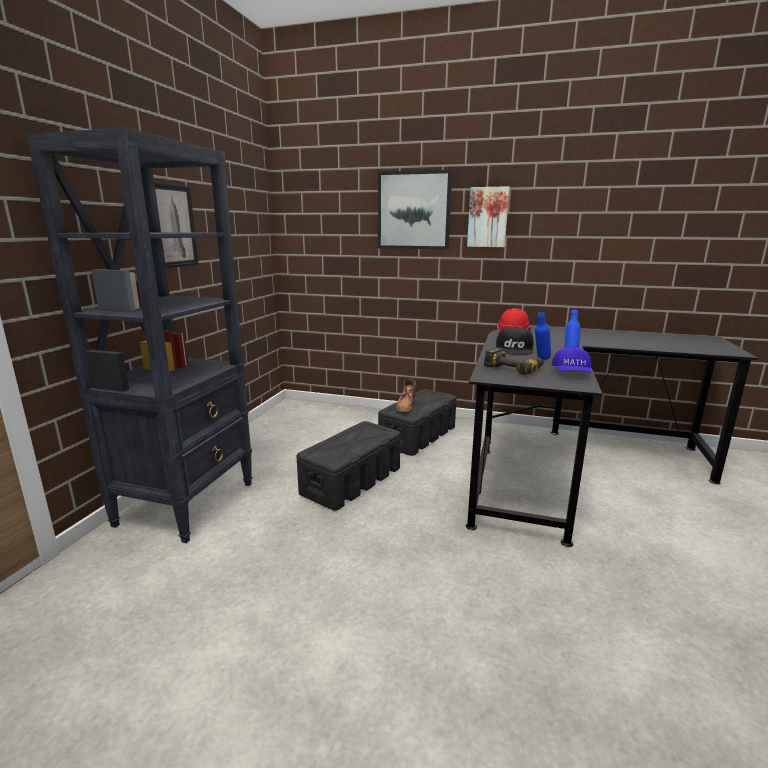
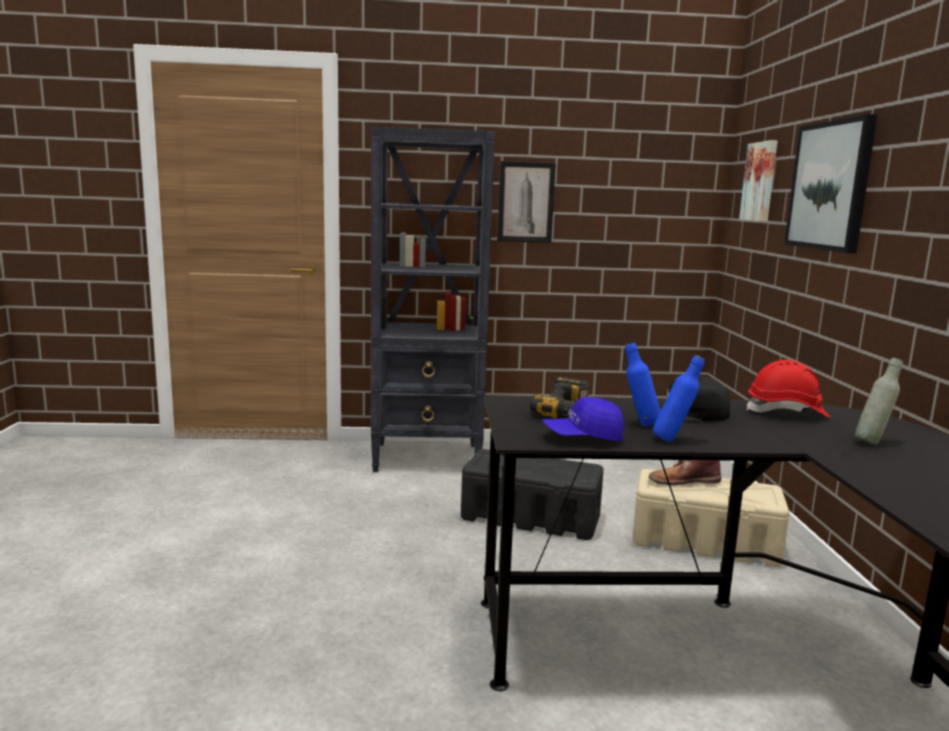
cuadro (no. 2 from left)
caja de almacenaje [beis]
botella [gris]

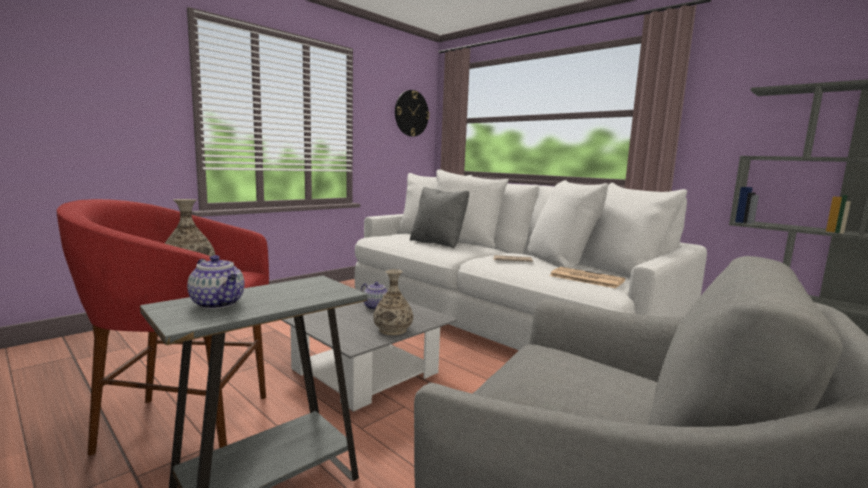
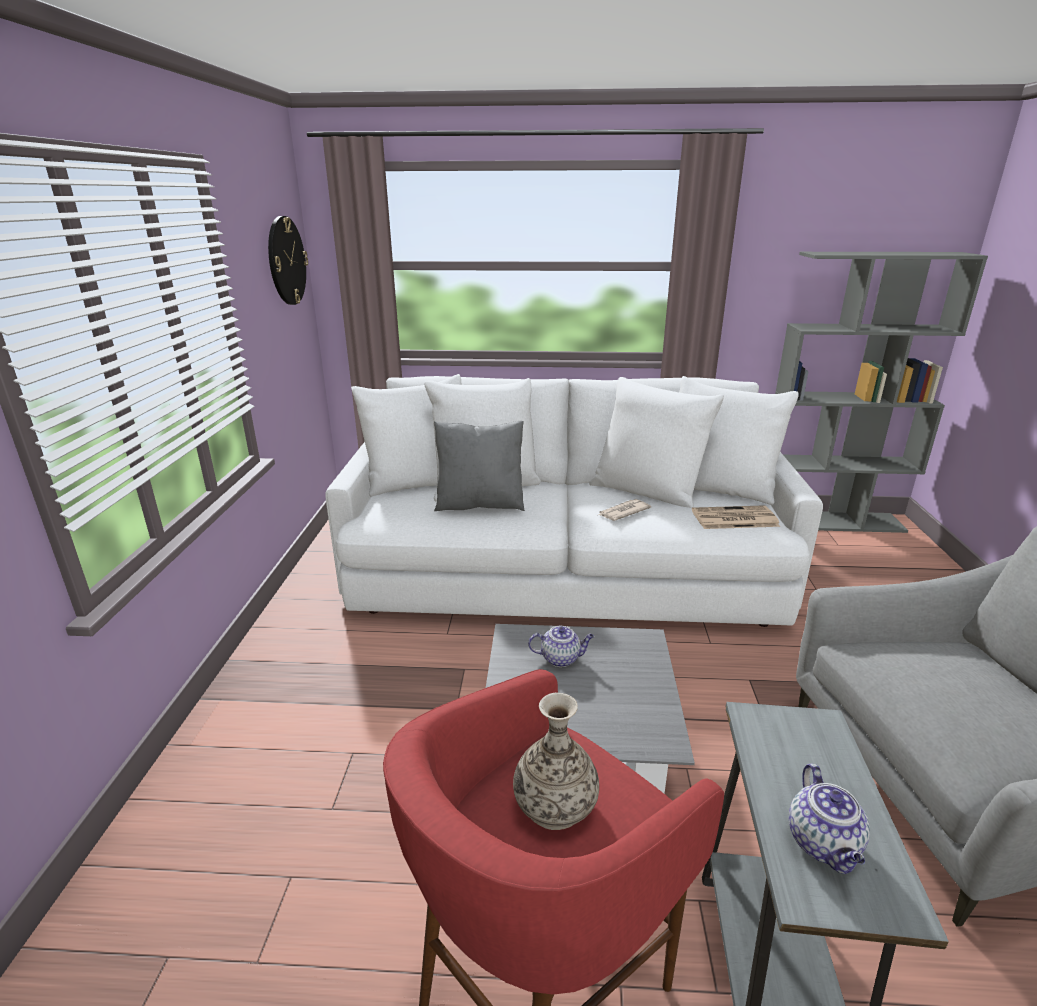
tetera (no. 2 from left)
florero (no. 2 from left in the first image)

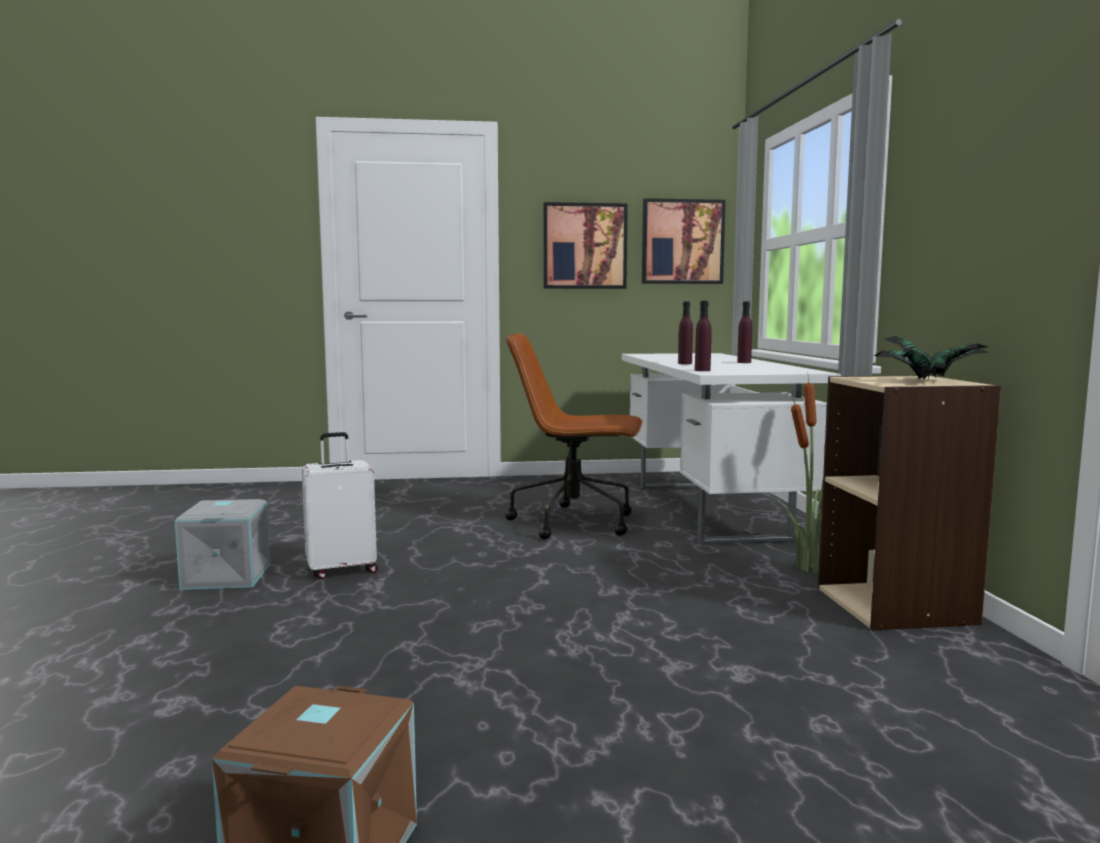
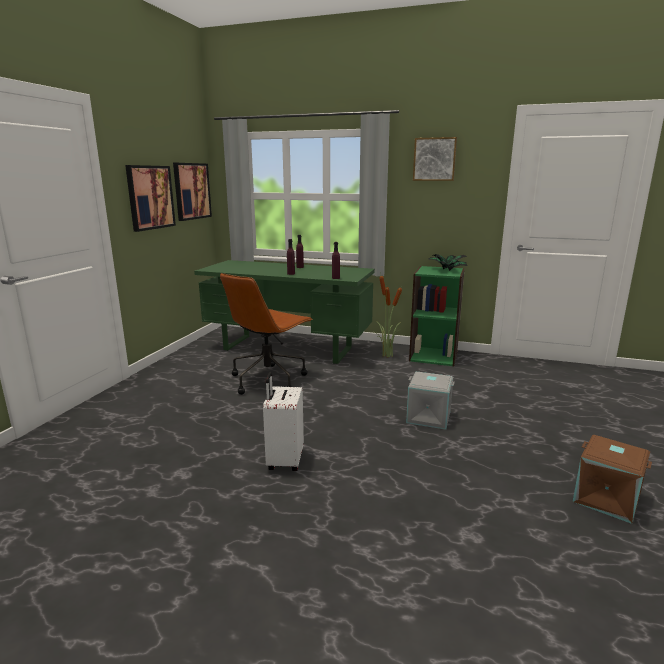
escritorio [verde]
estantería [verde]
caja de almacenaje [gris]
cuadro (no. 3 from left)

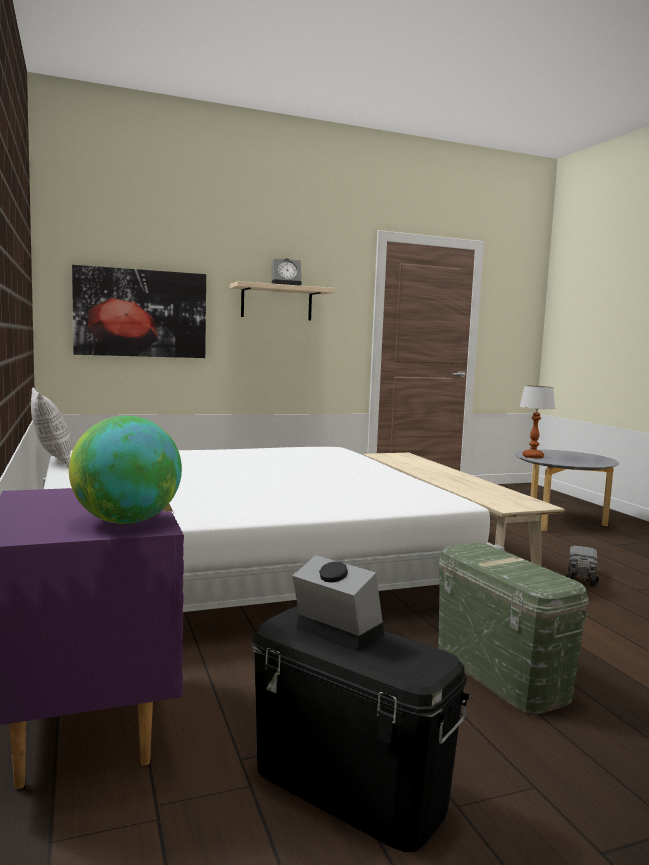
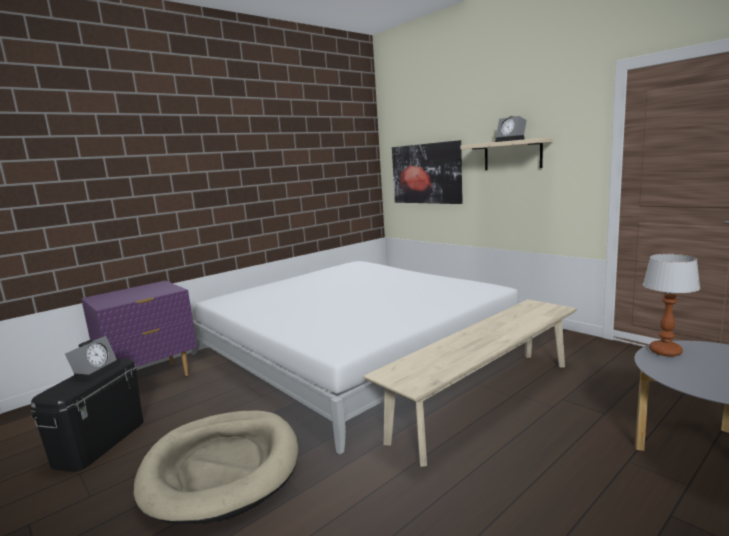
cojín
globo terráqueo
cama para perro [beis]
camión de juguete

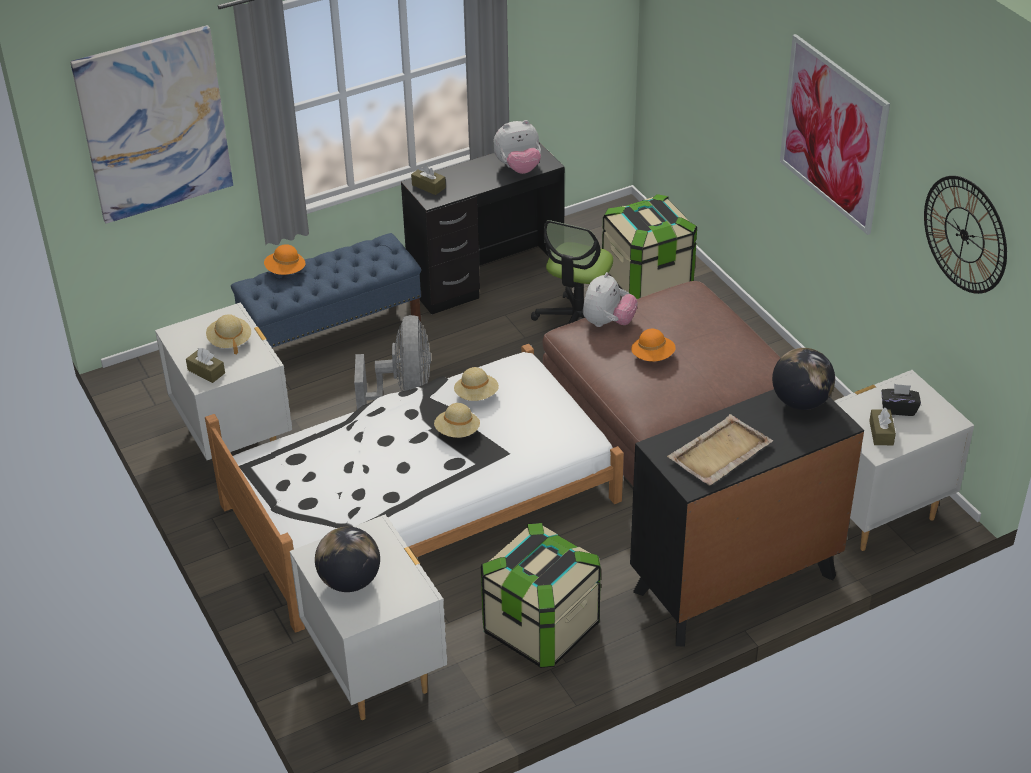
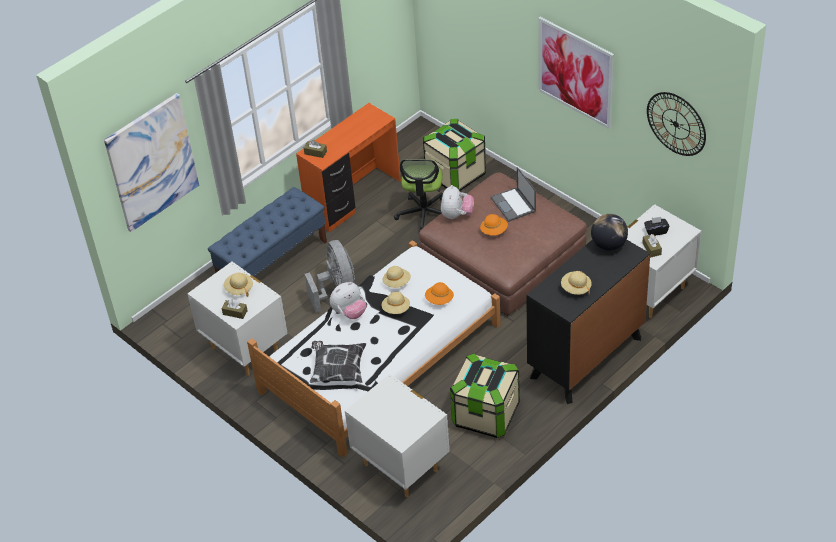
peluche (no. 1 from left)
escritorio [naranja]
sombrero [naranja] (no. 1 from left)
sombrero [beis] (no. 4 from left)
globo terráqueo (no. 1 from left in the first image)
portátil
cojín

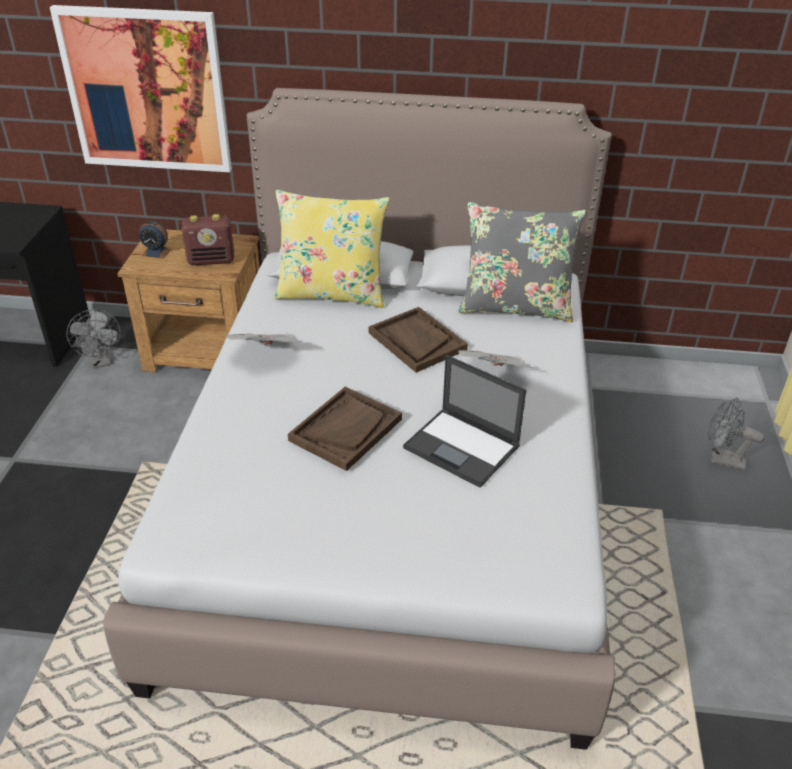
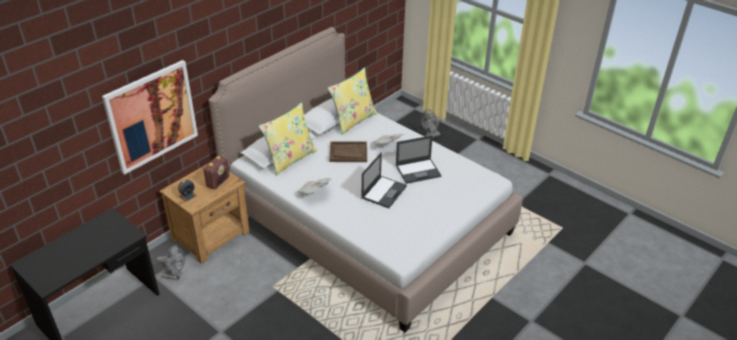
cojín [amarillo] (no. 2 from left)
portátil (no. 1 from left)

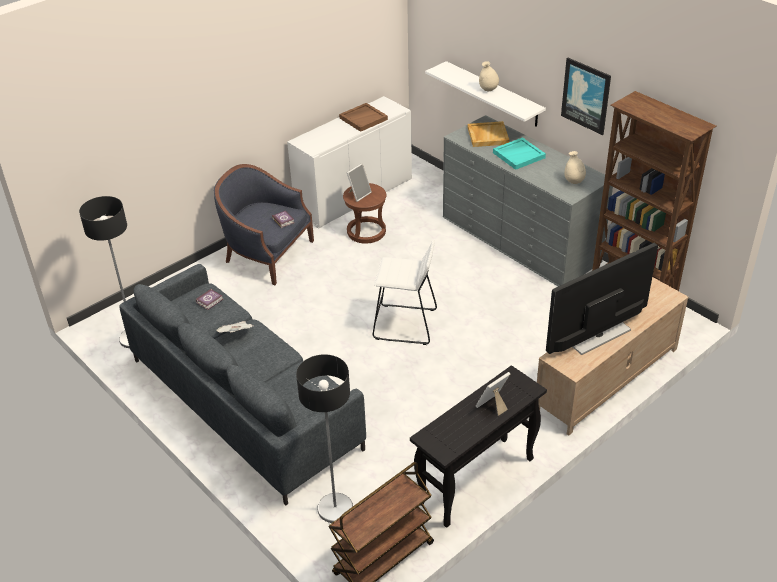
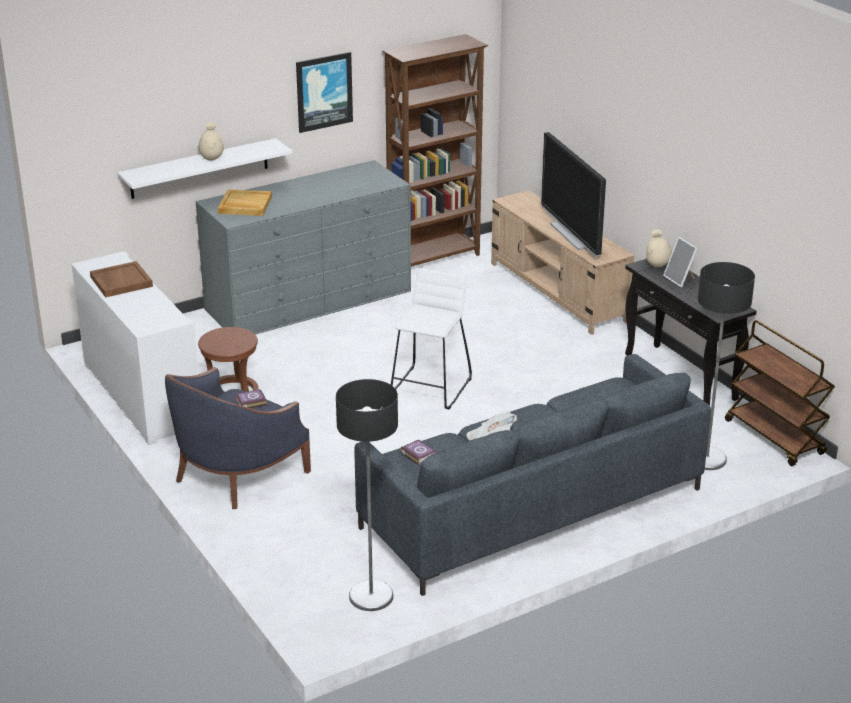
bandeja [turquesa]
florero [beis] (no. 2 from left)
portarretratos (no. 1 from left in the first image)

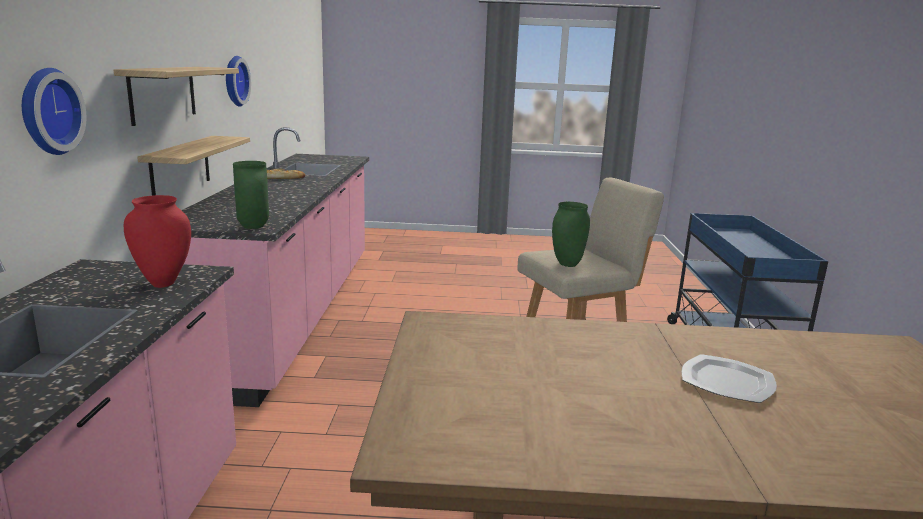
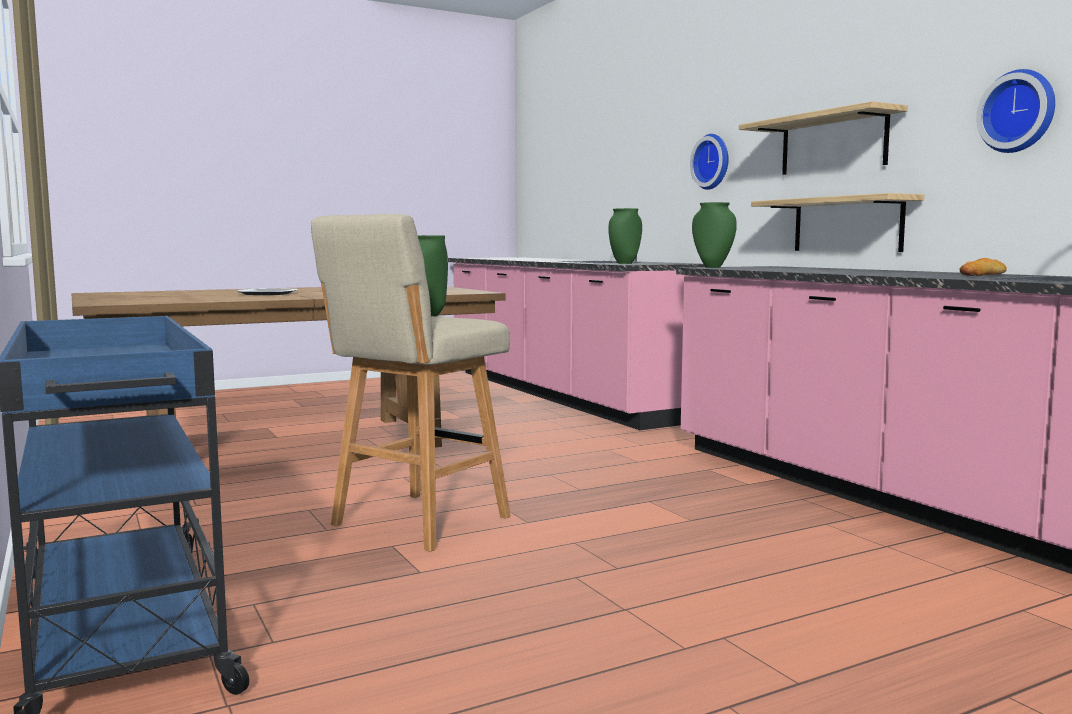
florero [verde] (no. 2 from left)

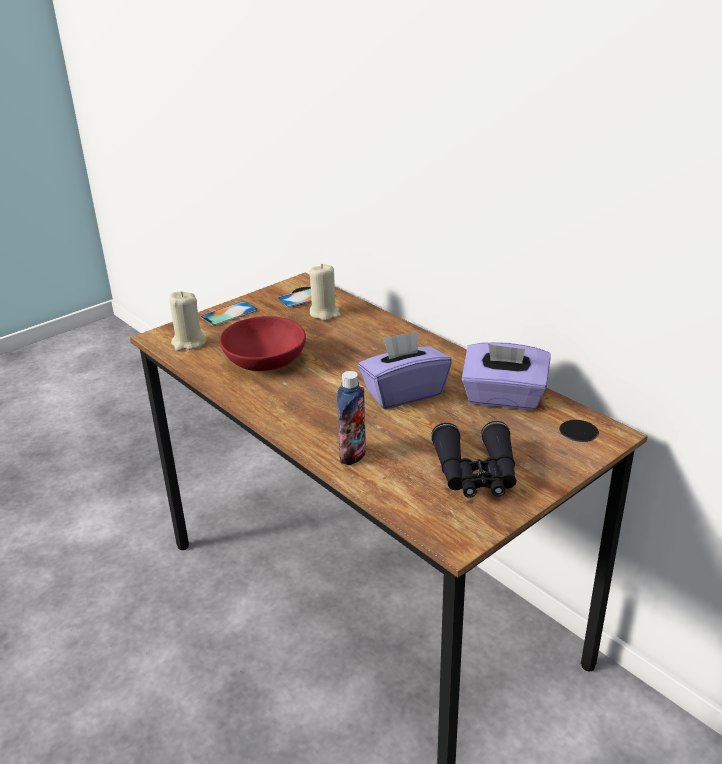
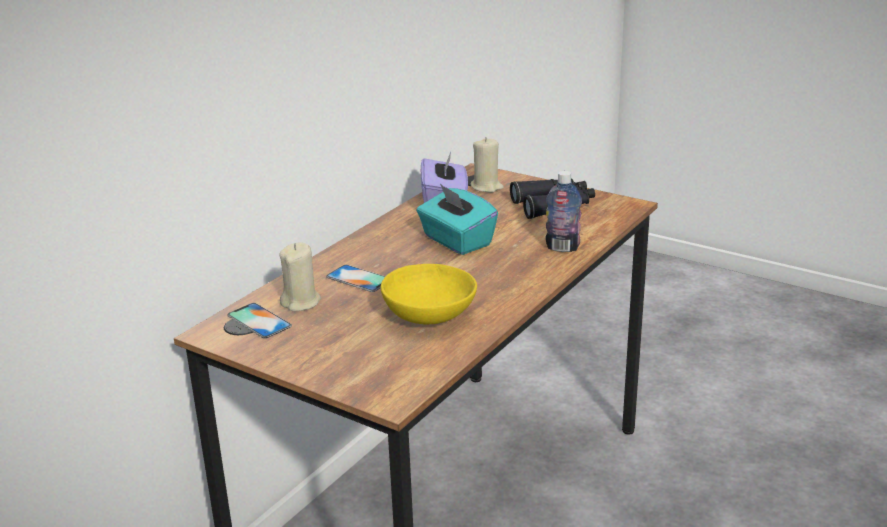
vela [beis] (no. 2 from left)
móvil (no. 2 from left)
cuenco [amarillo]
caja de pañuelos [turquesa]

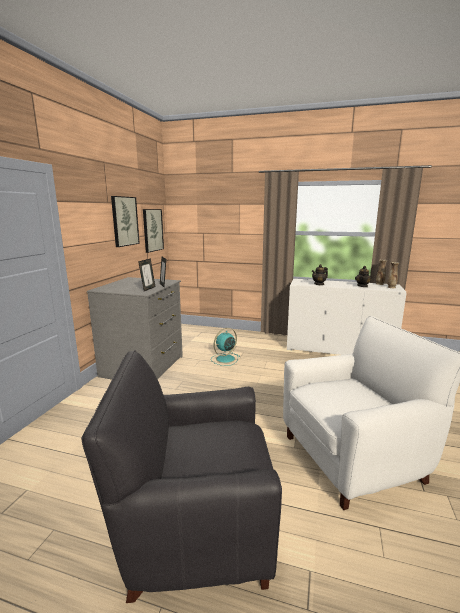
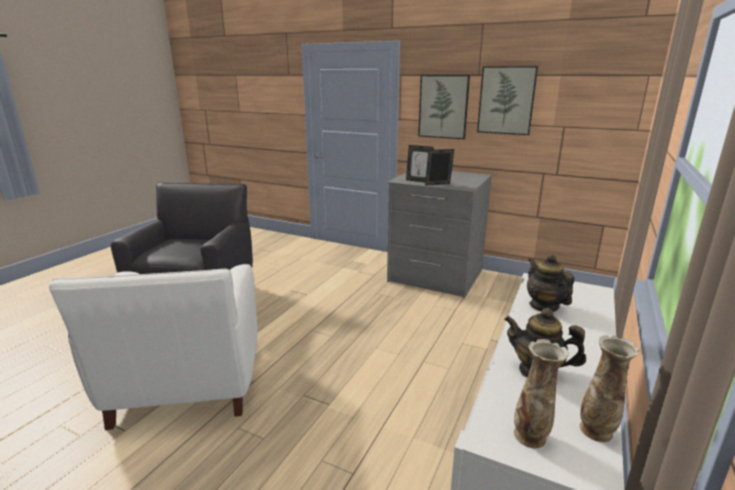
cuadro (no. 1 from left)
ventilador [turquesa]

